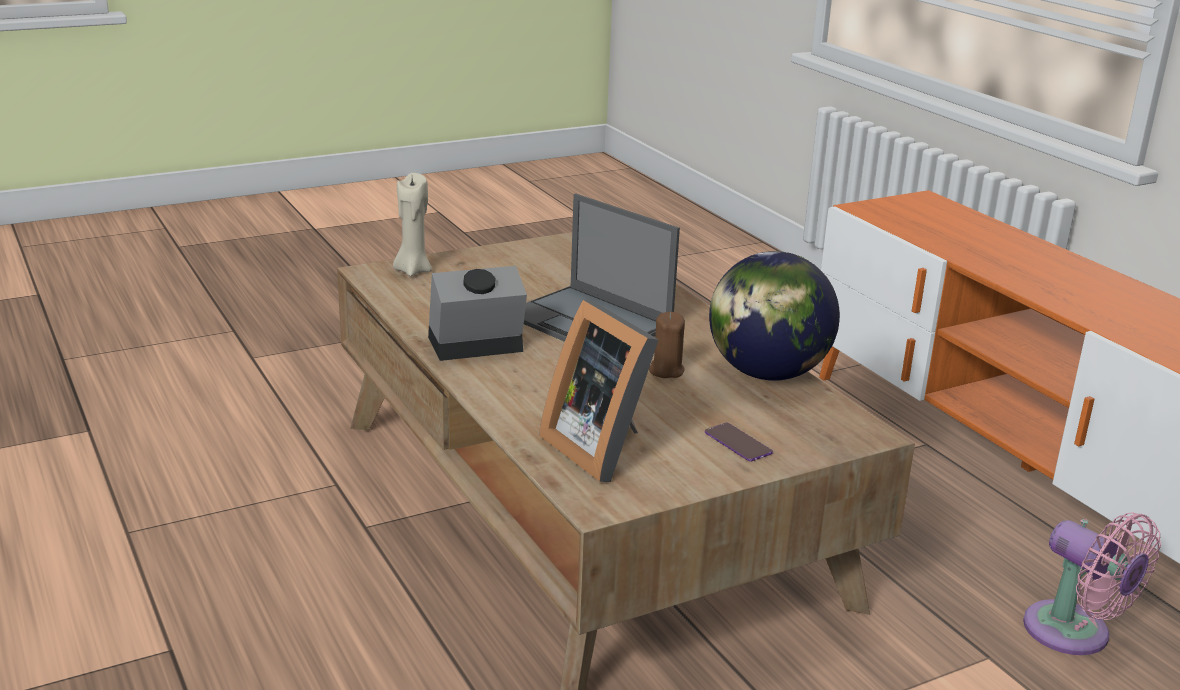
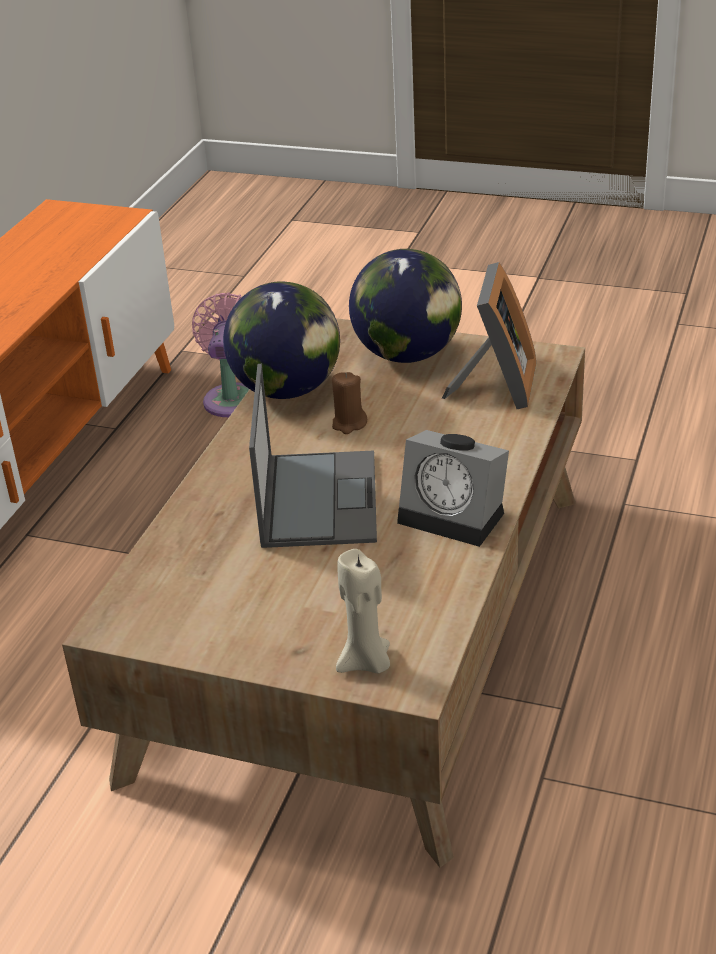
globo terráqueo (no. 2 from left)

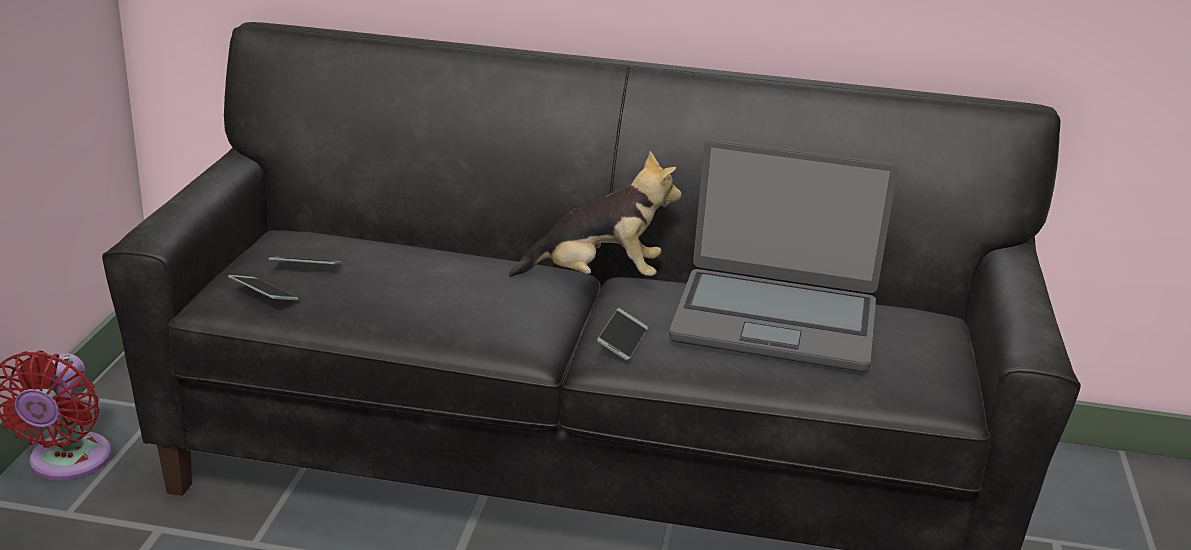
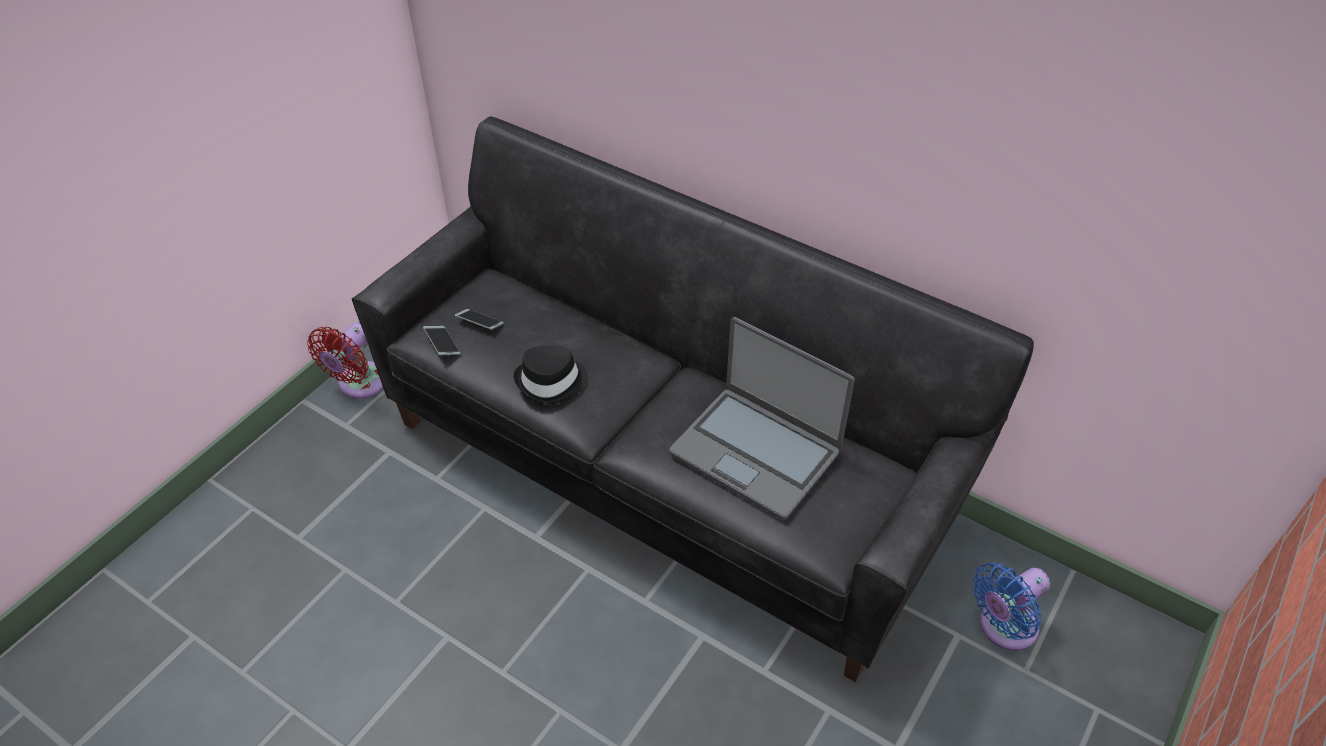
peluche
móvil (no. 3 from left in the first image)
sombrero [negro]
ventilador [azul]

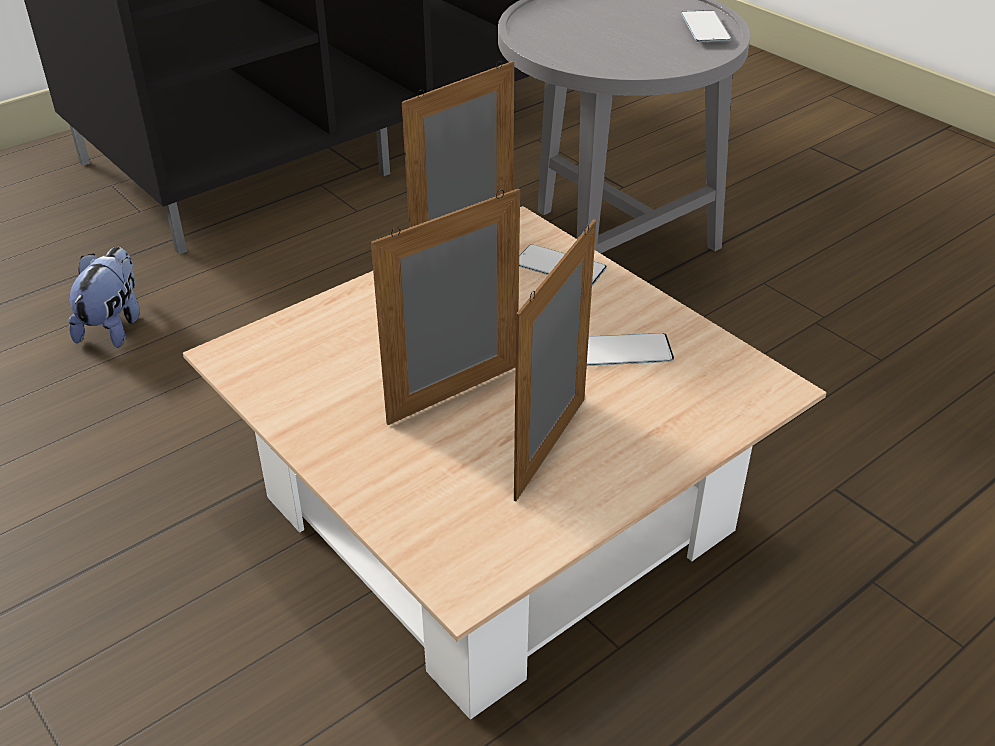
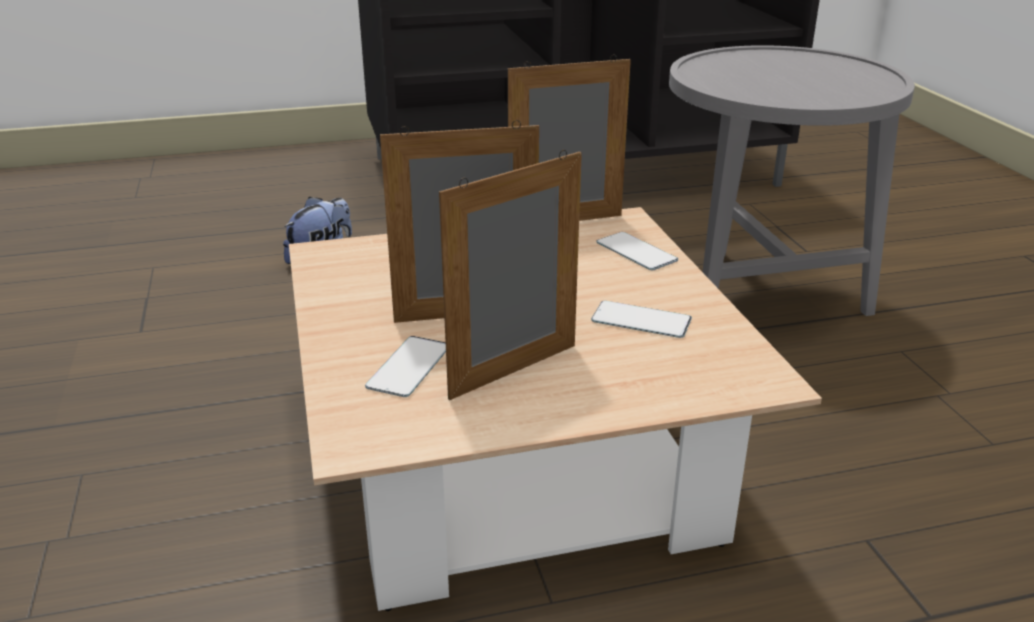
móvil (no. 1 from left)

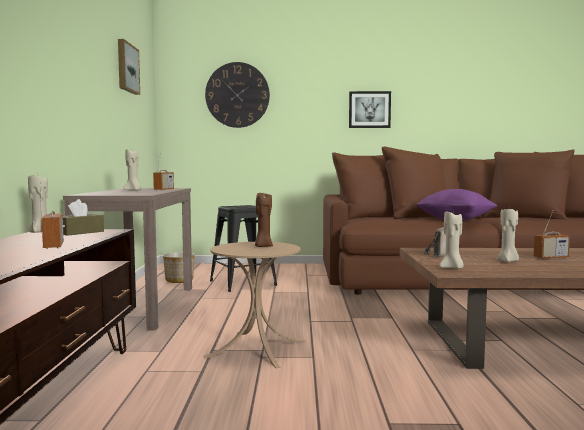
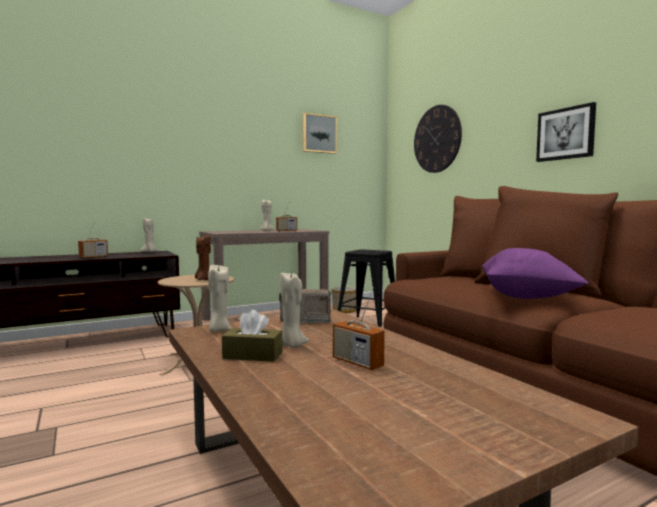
caja de pañuelos [marrón]

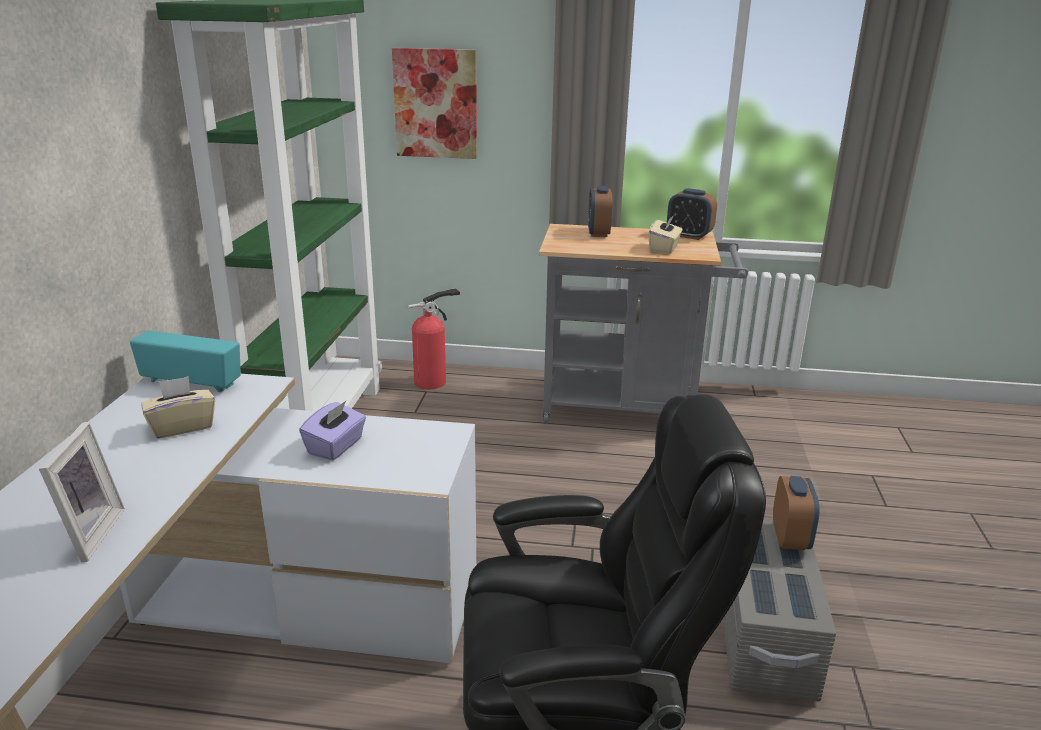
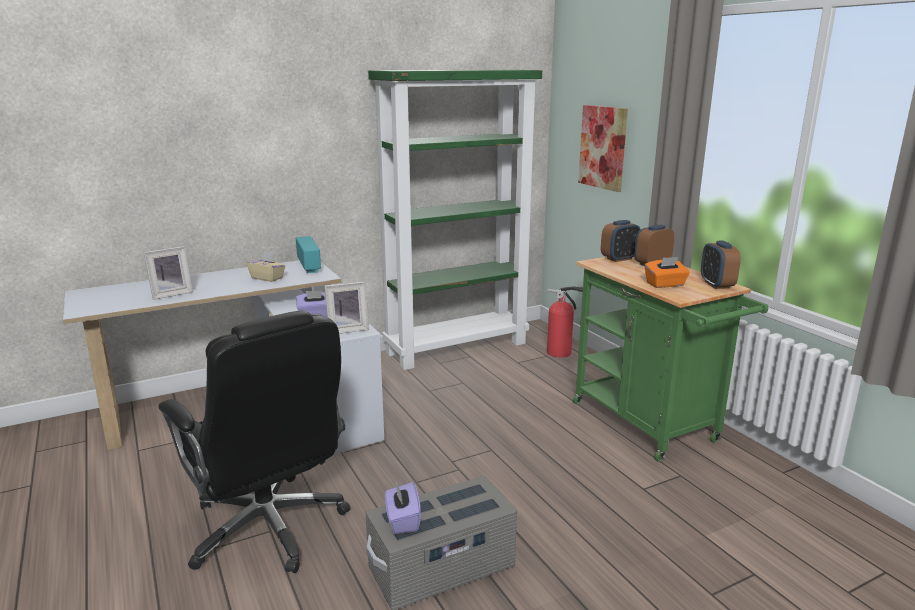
caja de pañuelos [naranja]
carrito [verde]
despertador (no. 1 from left)
portarretratos (no. 2 from left)
caja de pañuelos [morado] (no. 2 from left)

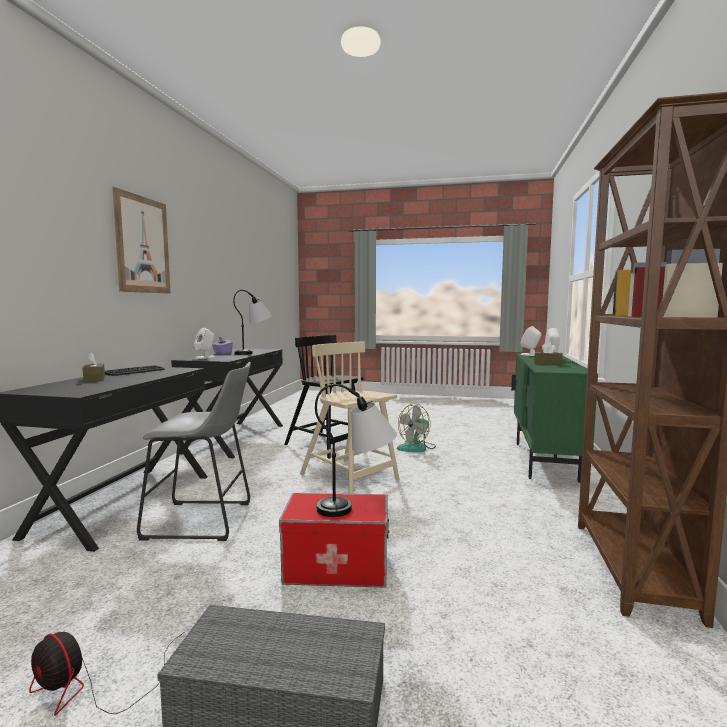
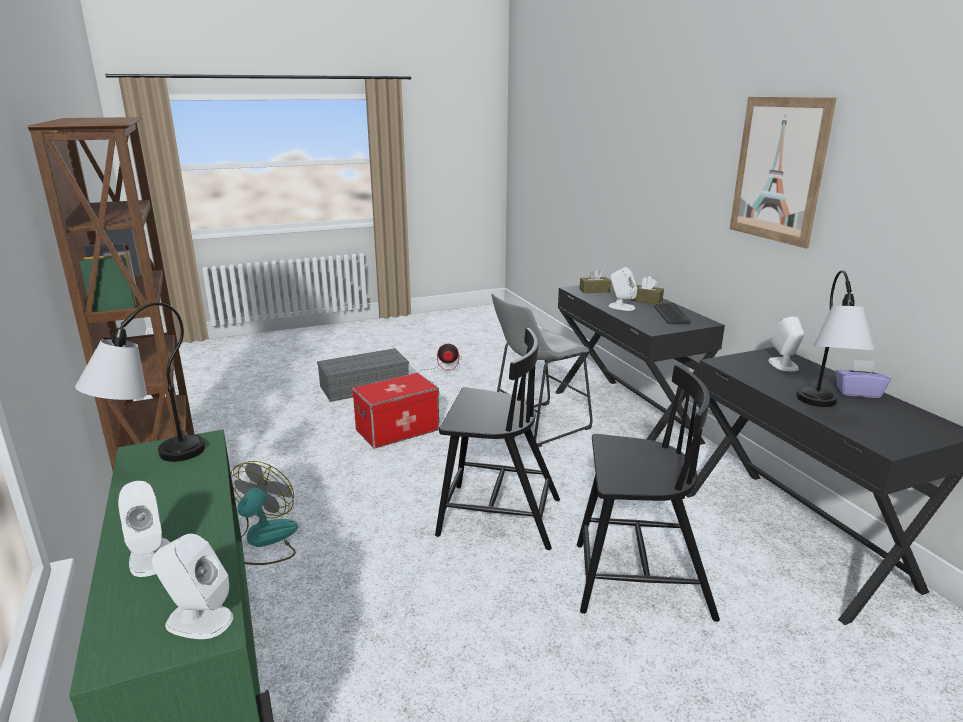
silla [negro] (no. 1 from left)
caja de pañuelos [marrón] (no. 1 from left)
lámpara de mesa (no. 1 from left)
ventilador (no. 1 from left)
altavoz [blanco] (no. 3 from left)

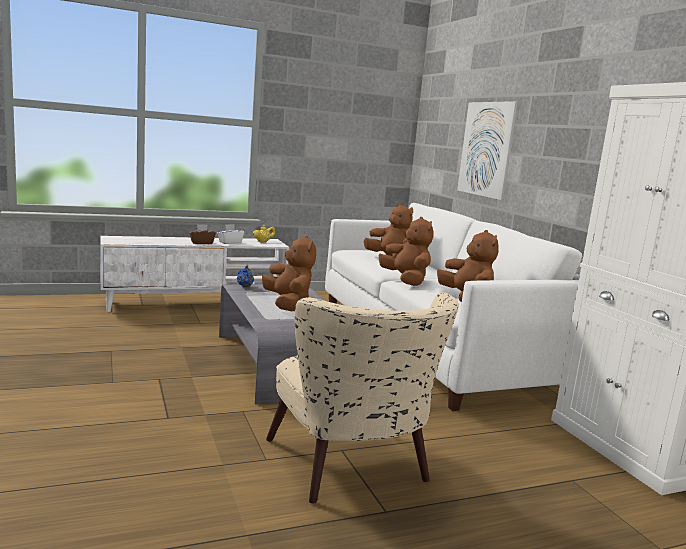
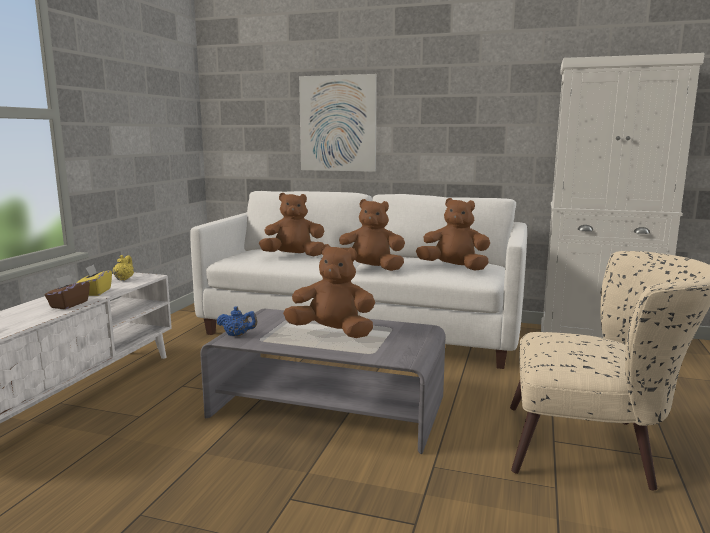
caja de pañuelos [amarillo]

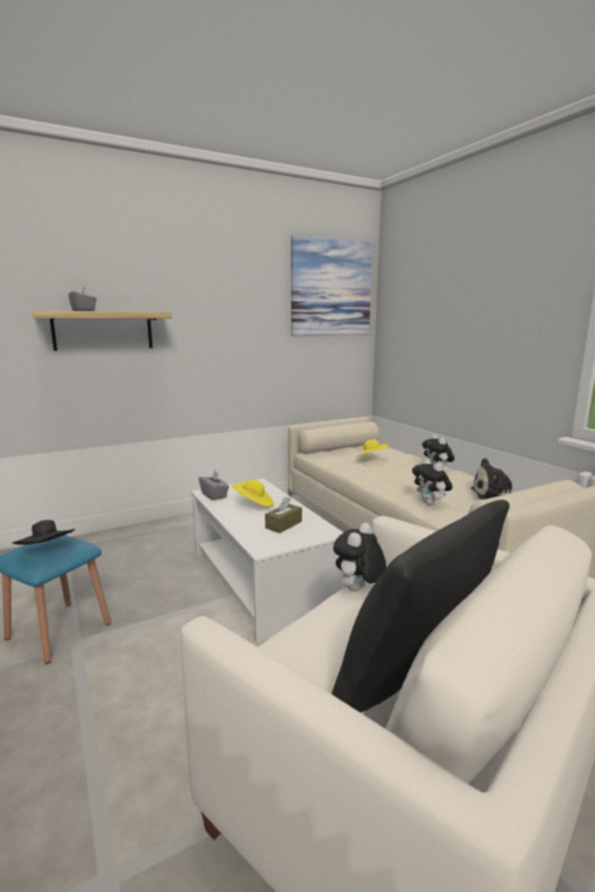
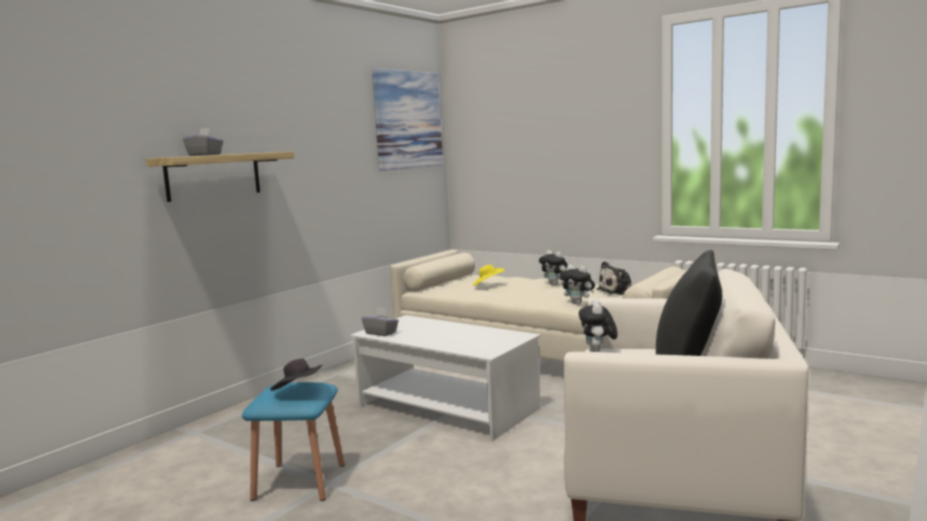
sombrero [amarillo] (no. 1 from left in the first image)
caja de pañuelos [marrón]

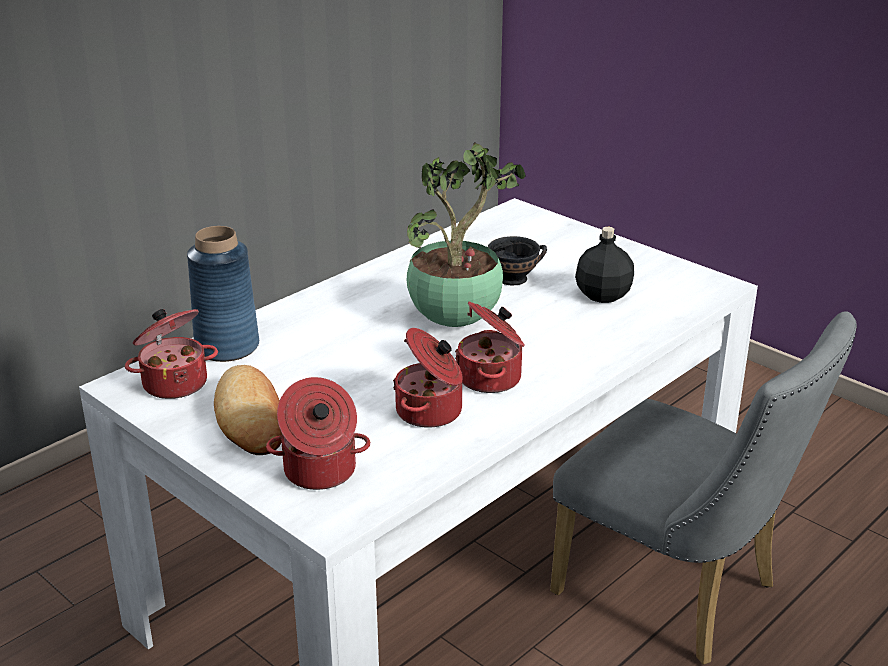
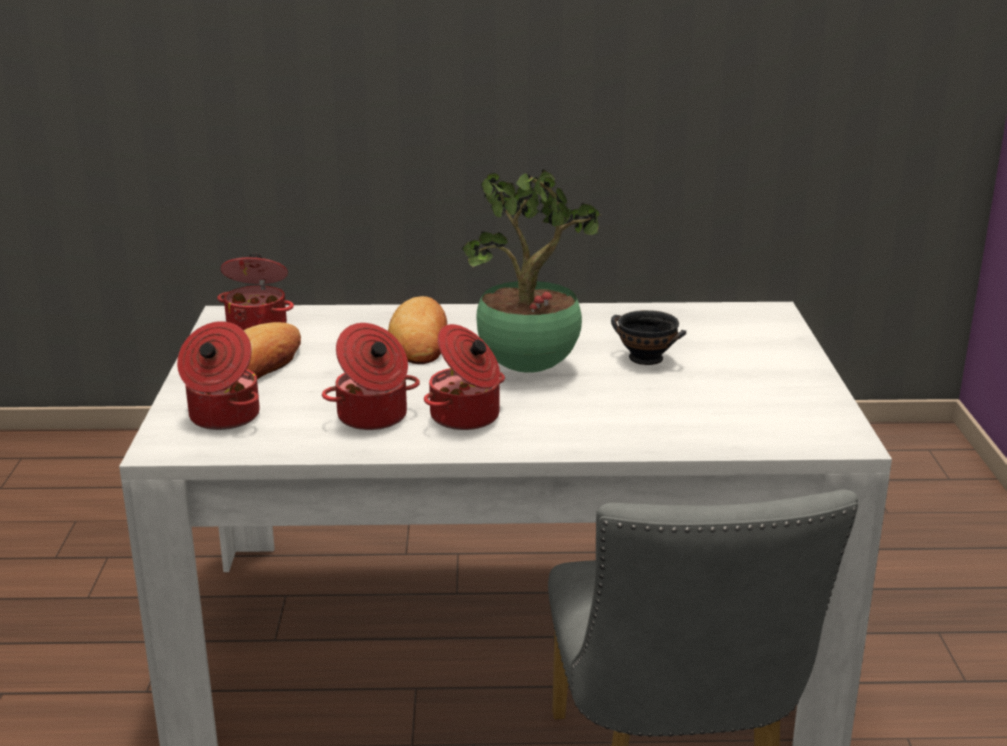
florero [azul]
botella [negro]
pan (no. 2 from left)

